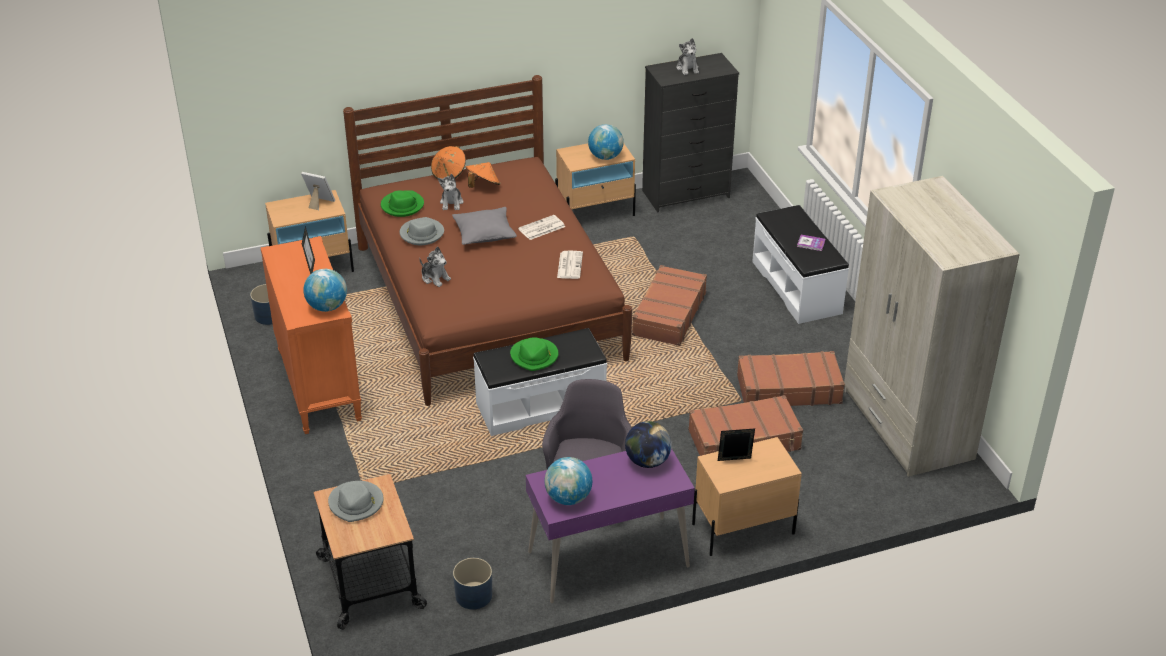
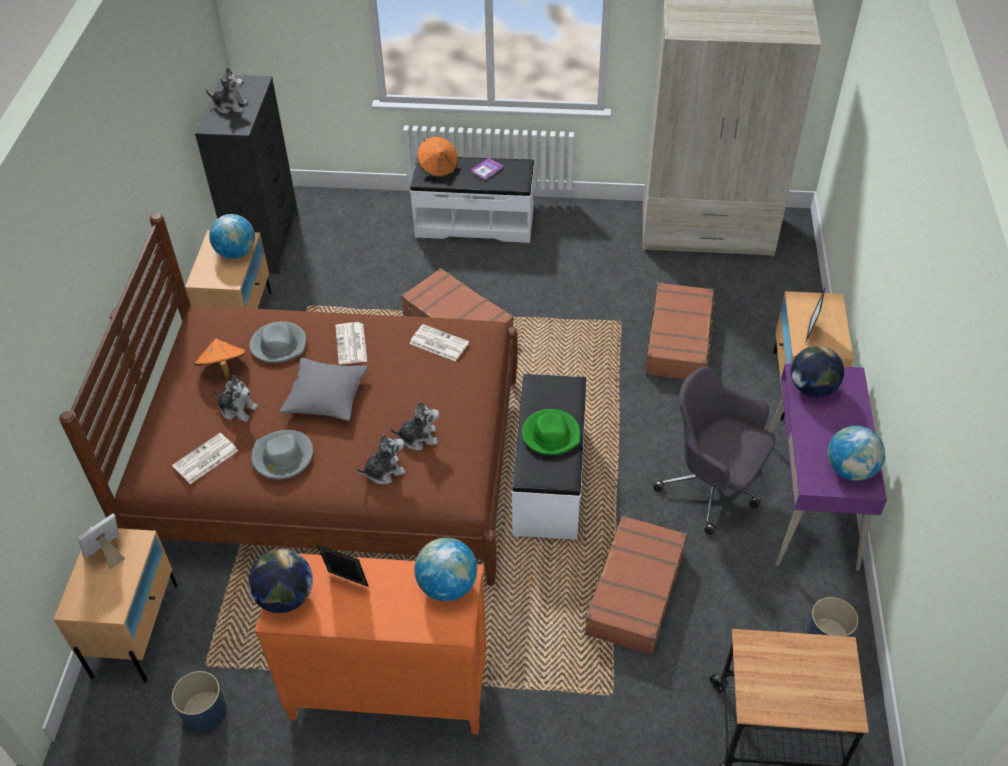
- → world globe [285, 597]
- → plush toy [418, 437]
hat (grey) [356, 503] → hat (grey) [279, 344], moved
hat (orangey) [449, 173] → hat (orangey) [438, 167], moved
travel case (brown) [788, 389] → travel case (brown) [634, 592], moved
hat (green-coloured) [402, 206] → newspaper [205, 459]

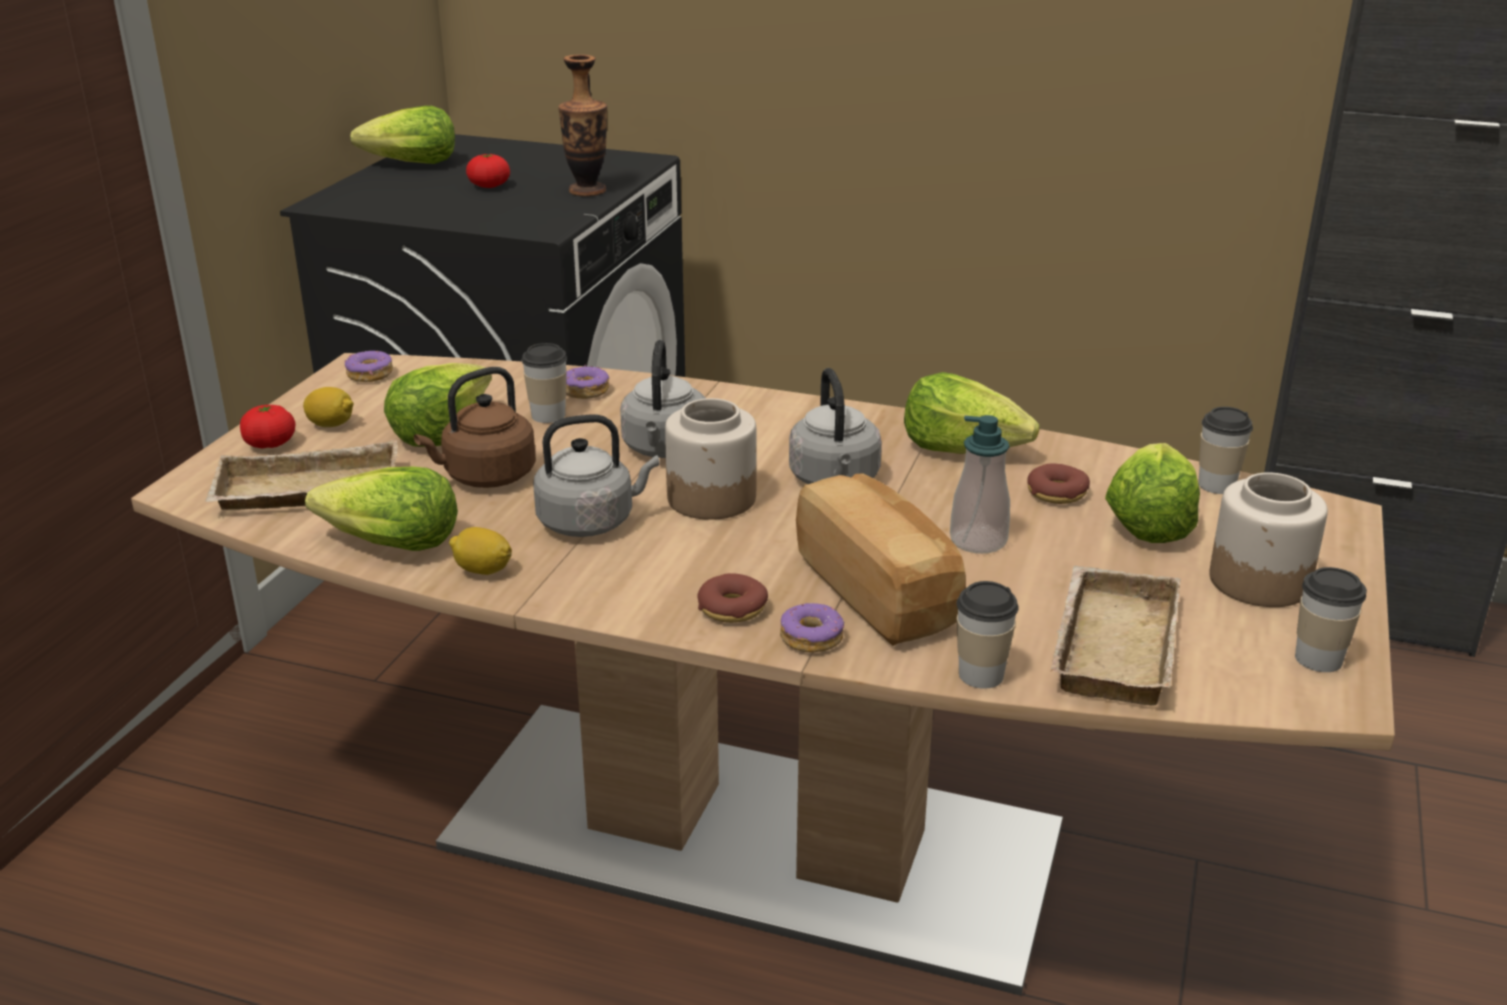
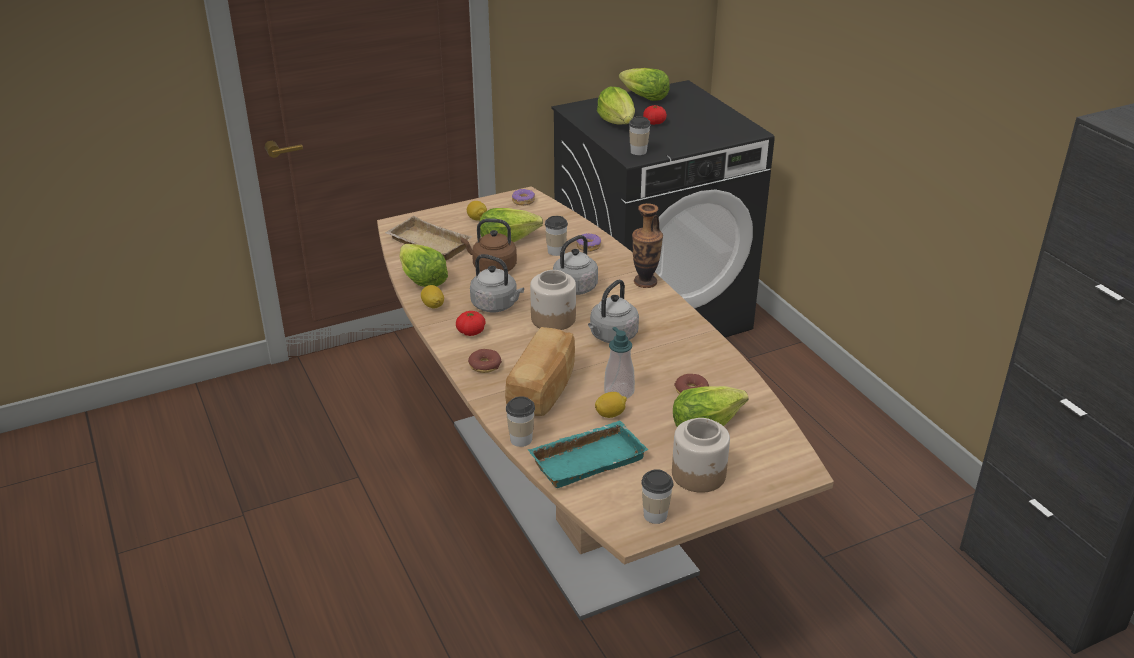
doughnut [811, 638] → -
- → citrus fruit [610, 414]
fresh tomato [270, 444] → fresh tomato [471, 332], moved
flower vase [587, 191] → flower vase [645, 282], moved
lettuce head [963, 448] → lettuce head [618, 122], moved
small cup [1216, 485] → small cup [638, 151], moved
carrying tray (beige) [1109, 644] → carrying tray (turquoise) [587, 458]

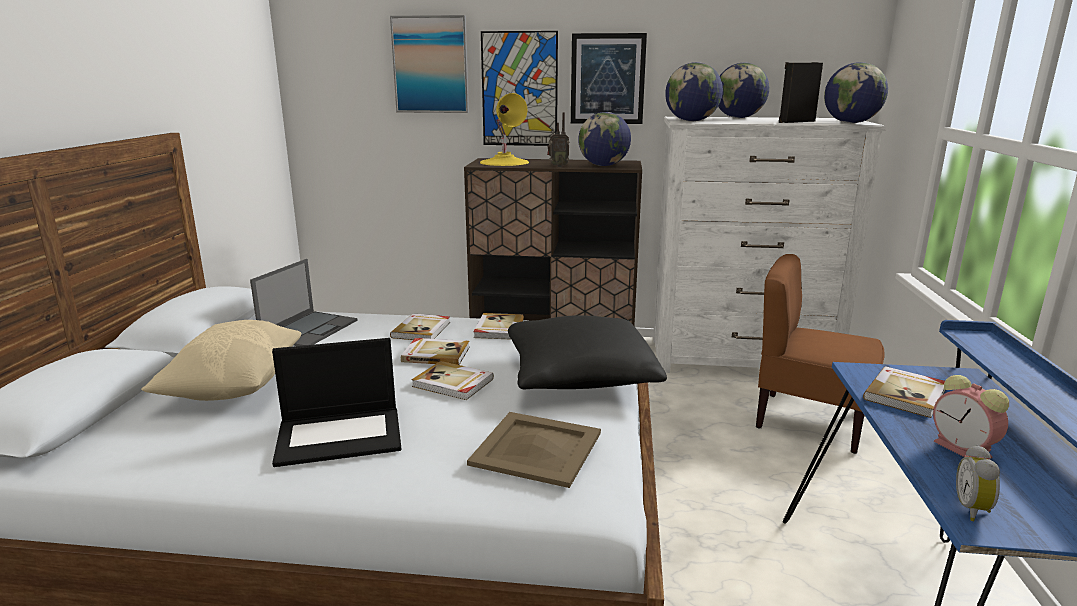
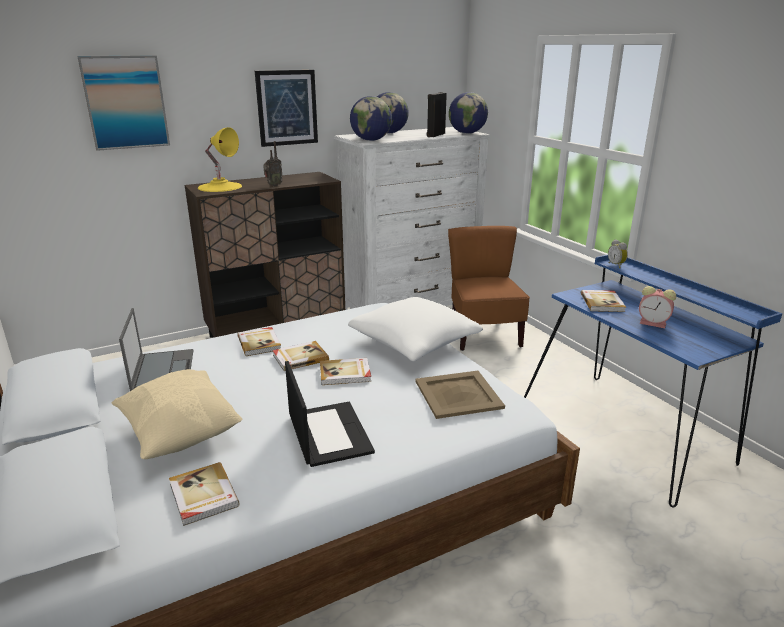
wall art [519, 89] → -
world globe [603, 165] → -
book [498, 329] → book [202, 496], moved
bedside clock [974, 510] → bedside clock [616, 265], moved
cushion (black) [580, 375] → cushion (white) [414, 343]
portable computer [341, 435] → portable computer [328, 433], 60 degrees counterclockwise
upright chair (brown) [809, 421] → upright chair (brown) [483, 335], 90 degrees clockwise

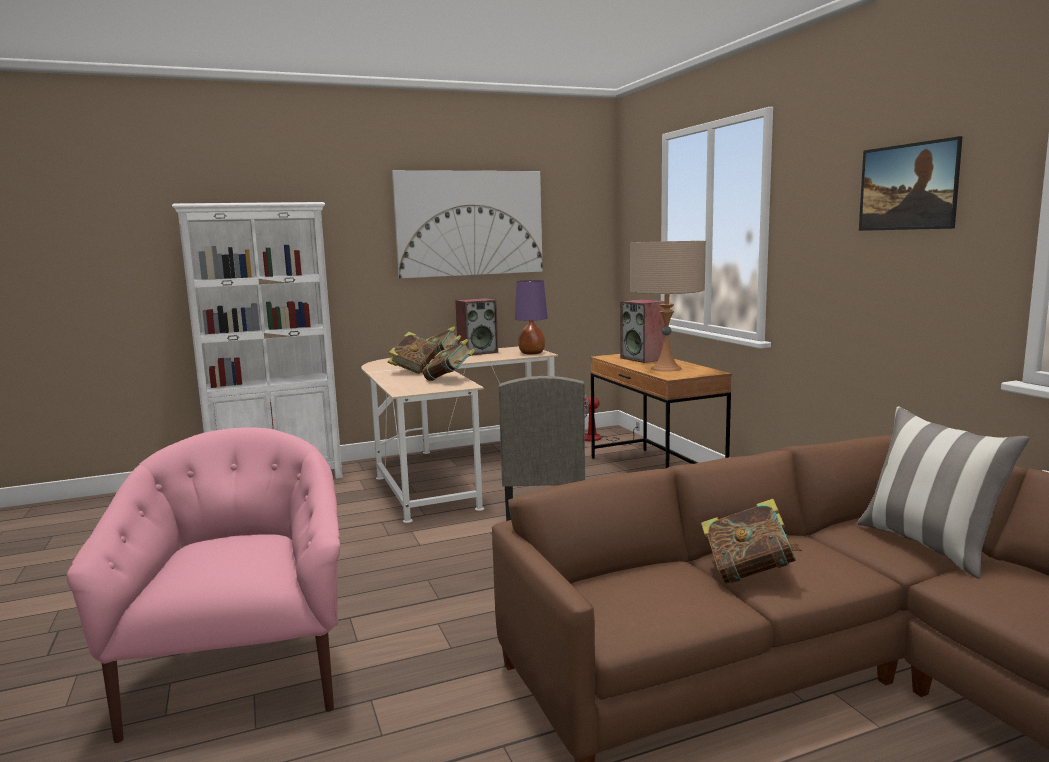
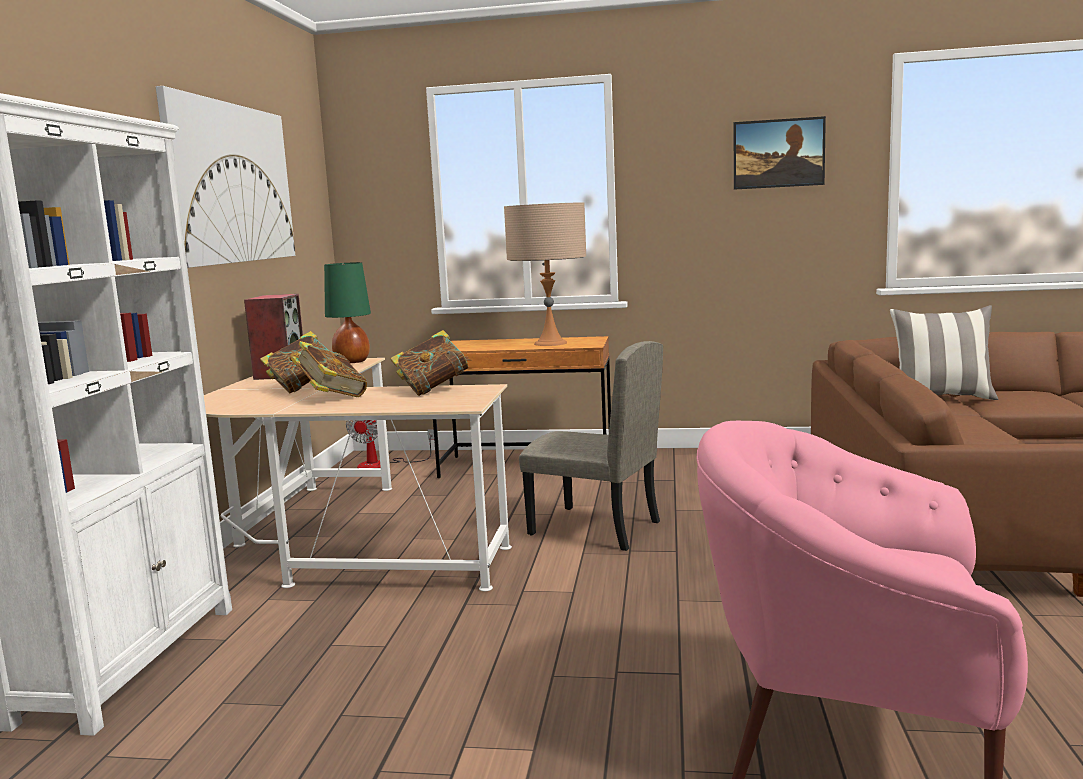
audio speaker [643, 359] → -
book [748, 573] → -
lamp for a table (purple-coloured) [531, 353] → lamp for a table (green-coloured) [352, 362]

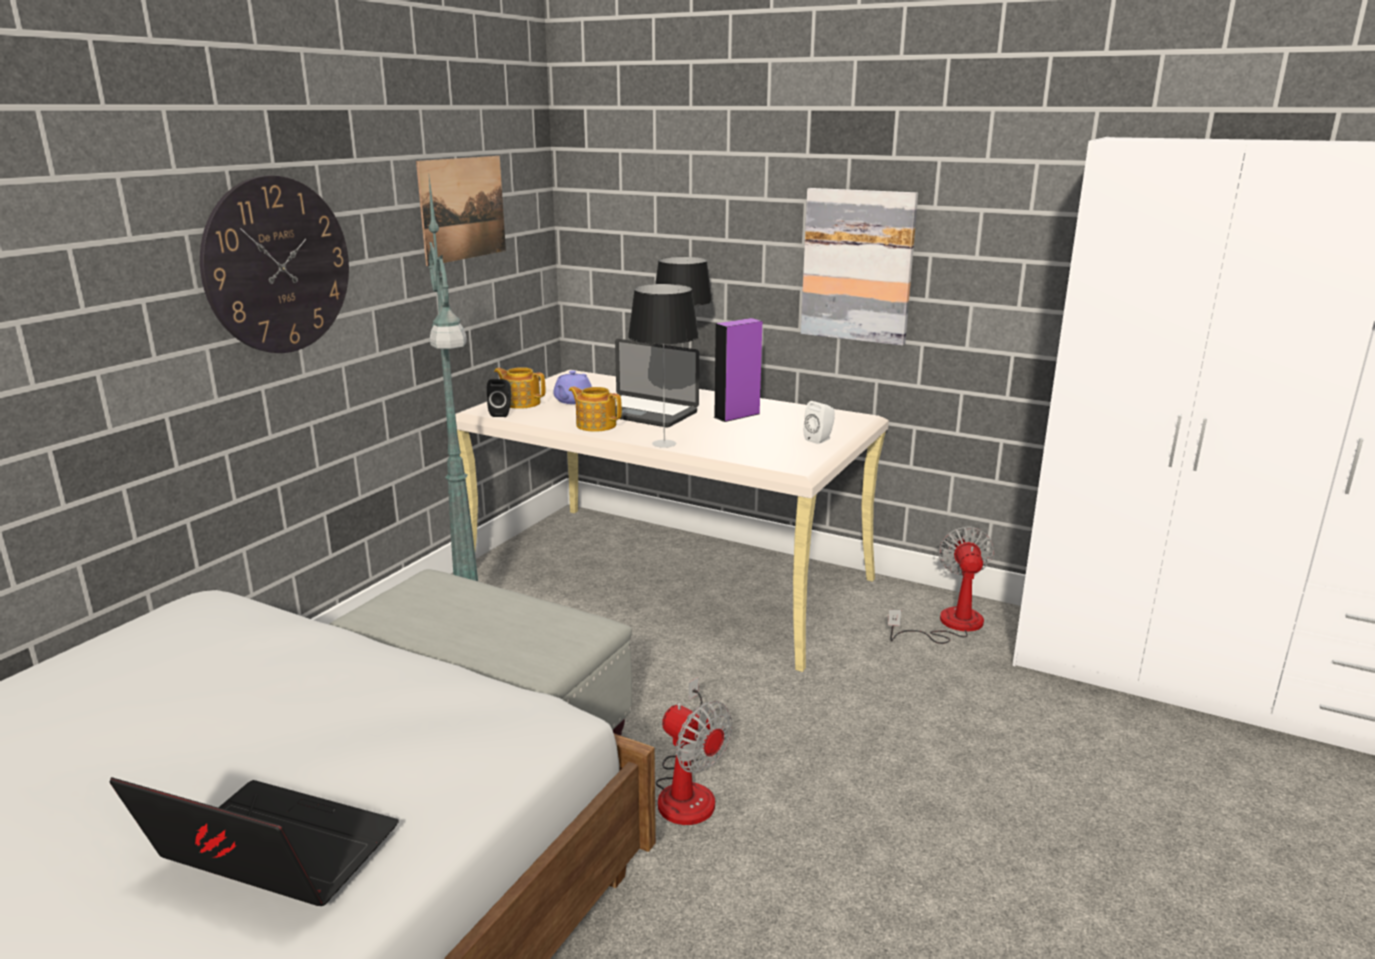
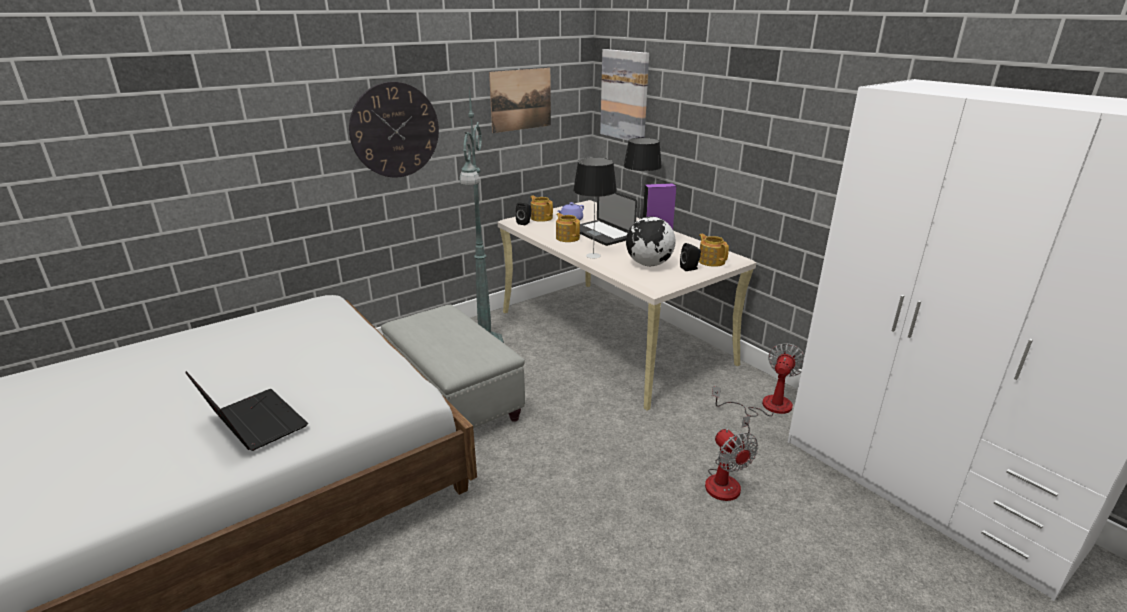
- → world globe [649, 264]
- → pot for tea [711, 261]
fan [688, 789] → fan [726, 480], moved
wall art [858, 266] → wall art [625, 95], moved
audio speaker (white) [820, 439] → audio speaker (black) [690, 268]

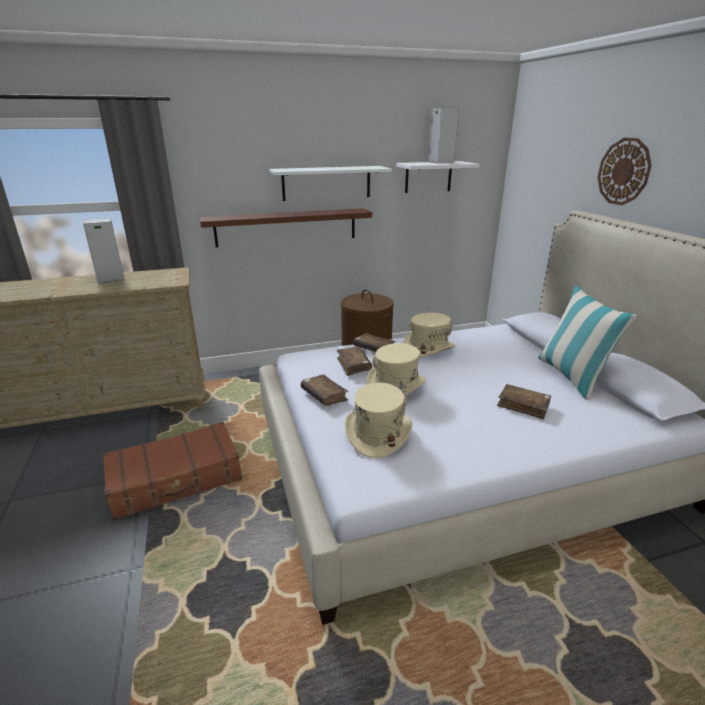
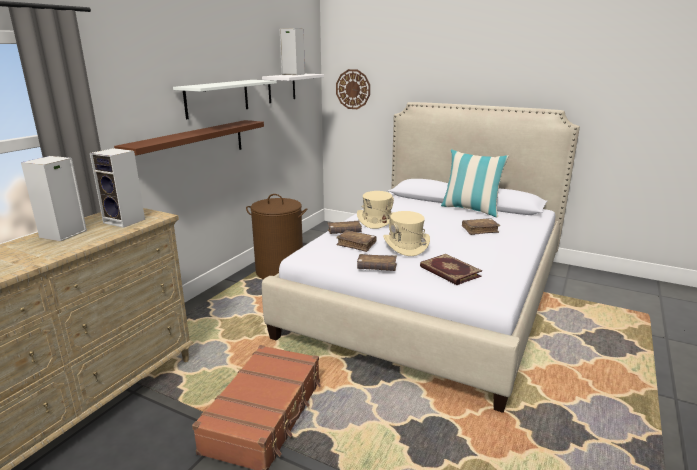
- → audio speaker [126, 221]
clock on the wall [624, 171] → clock on the wall [353, 89], moved
hat (beige) [377, 434] → book [449, 272]

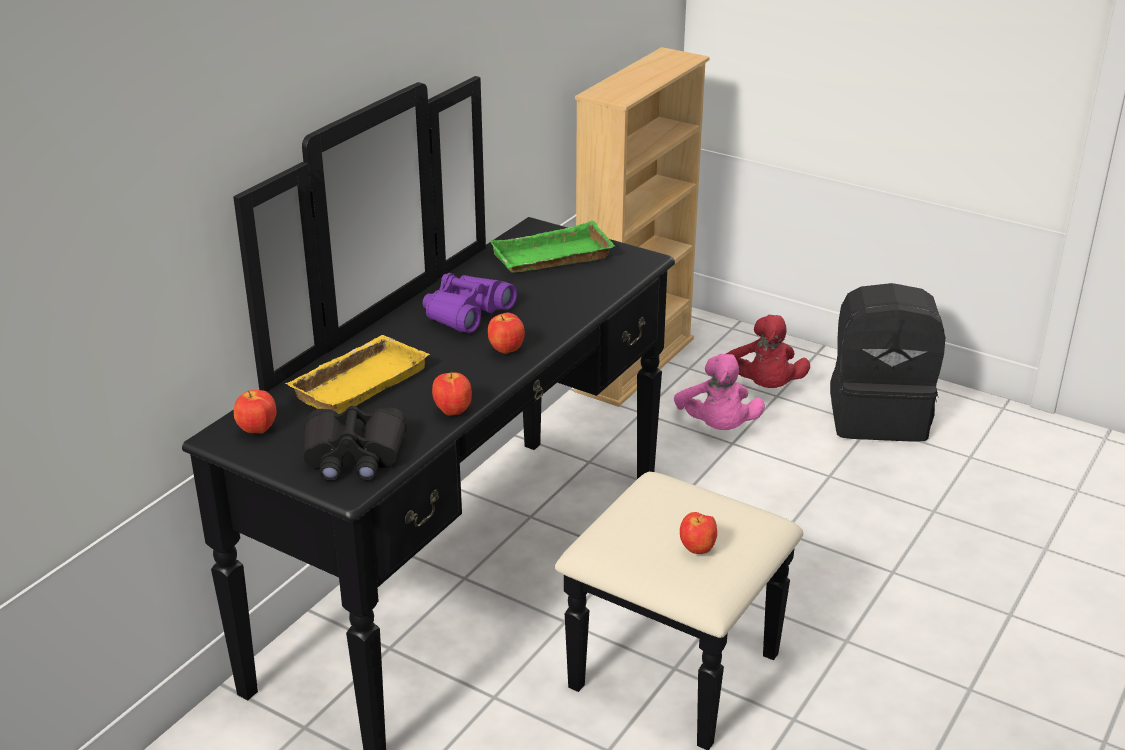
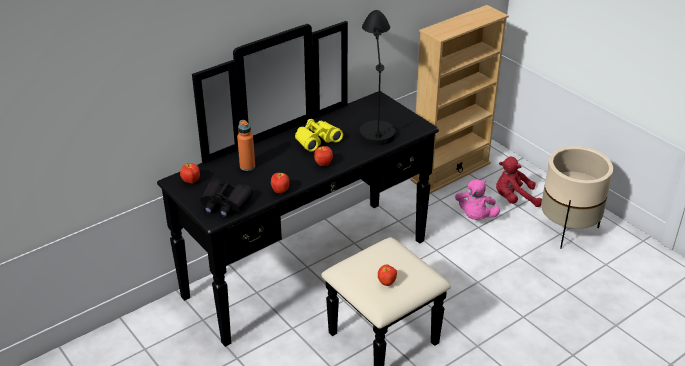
carrying tray (yellow-coloured) [358, 382] → beverage bottle (orangey) [247, 166]
carrying tray (green-coloured) [551, 259] → lamp for a table (black) [375, 117]
backpack (black) [878, 416] → planter (beige) [568, 229]
binoculars (purple-coloured) [466, 313] → binoculars (yellow-coloured) [316, 140]
plush toy (red) [764, 386] → plush toy (red) [514, 199], 75 degrees clockwise

